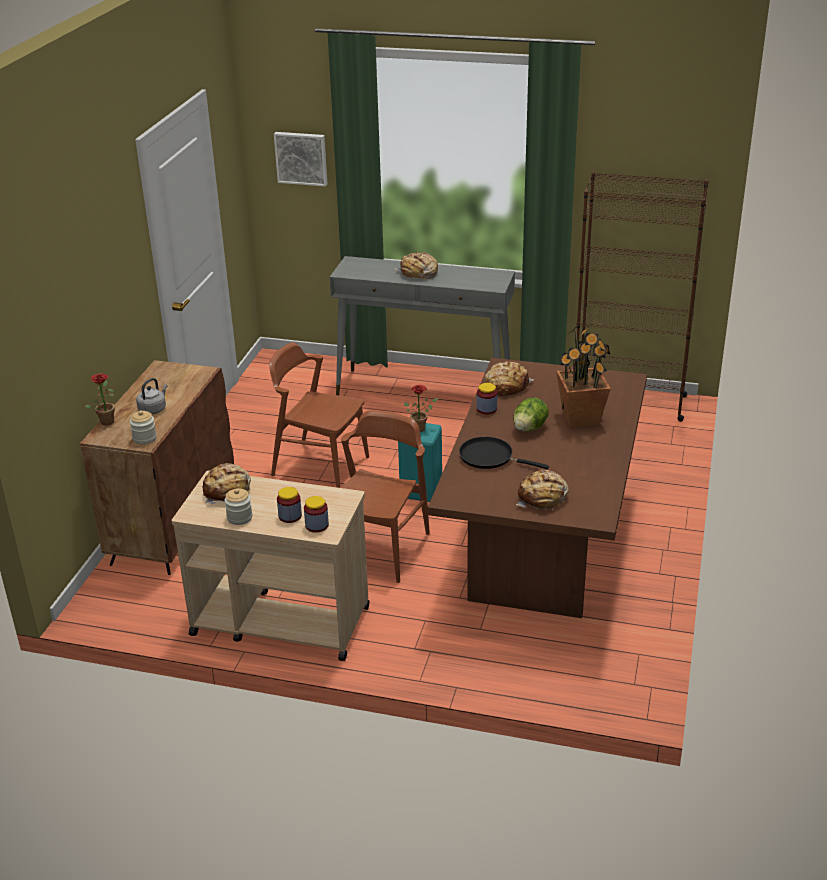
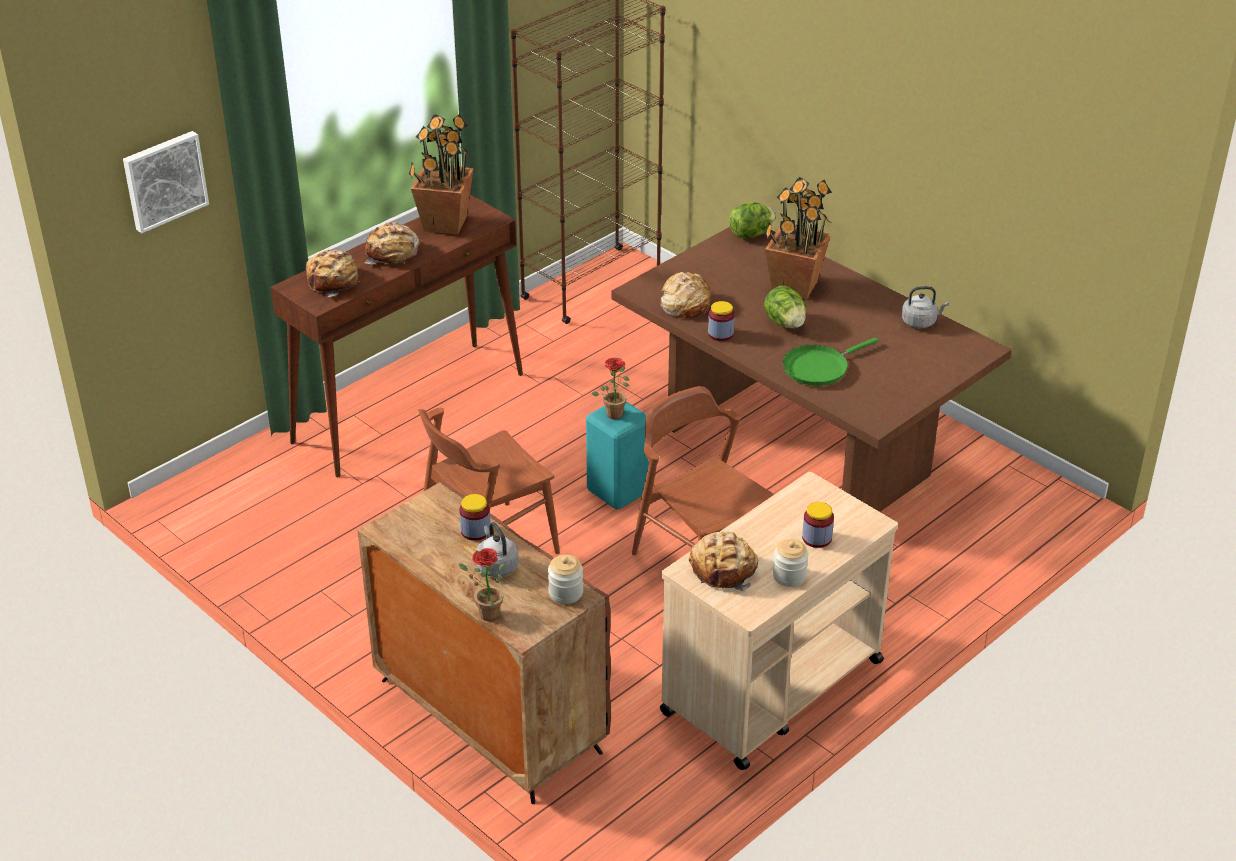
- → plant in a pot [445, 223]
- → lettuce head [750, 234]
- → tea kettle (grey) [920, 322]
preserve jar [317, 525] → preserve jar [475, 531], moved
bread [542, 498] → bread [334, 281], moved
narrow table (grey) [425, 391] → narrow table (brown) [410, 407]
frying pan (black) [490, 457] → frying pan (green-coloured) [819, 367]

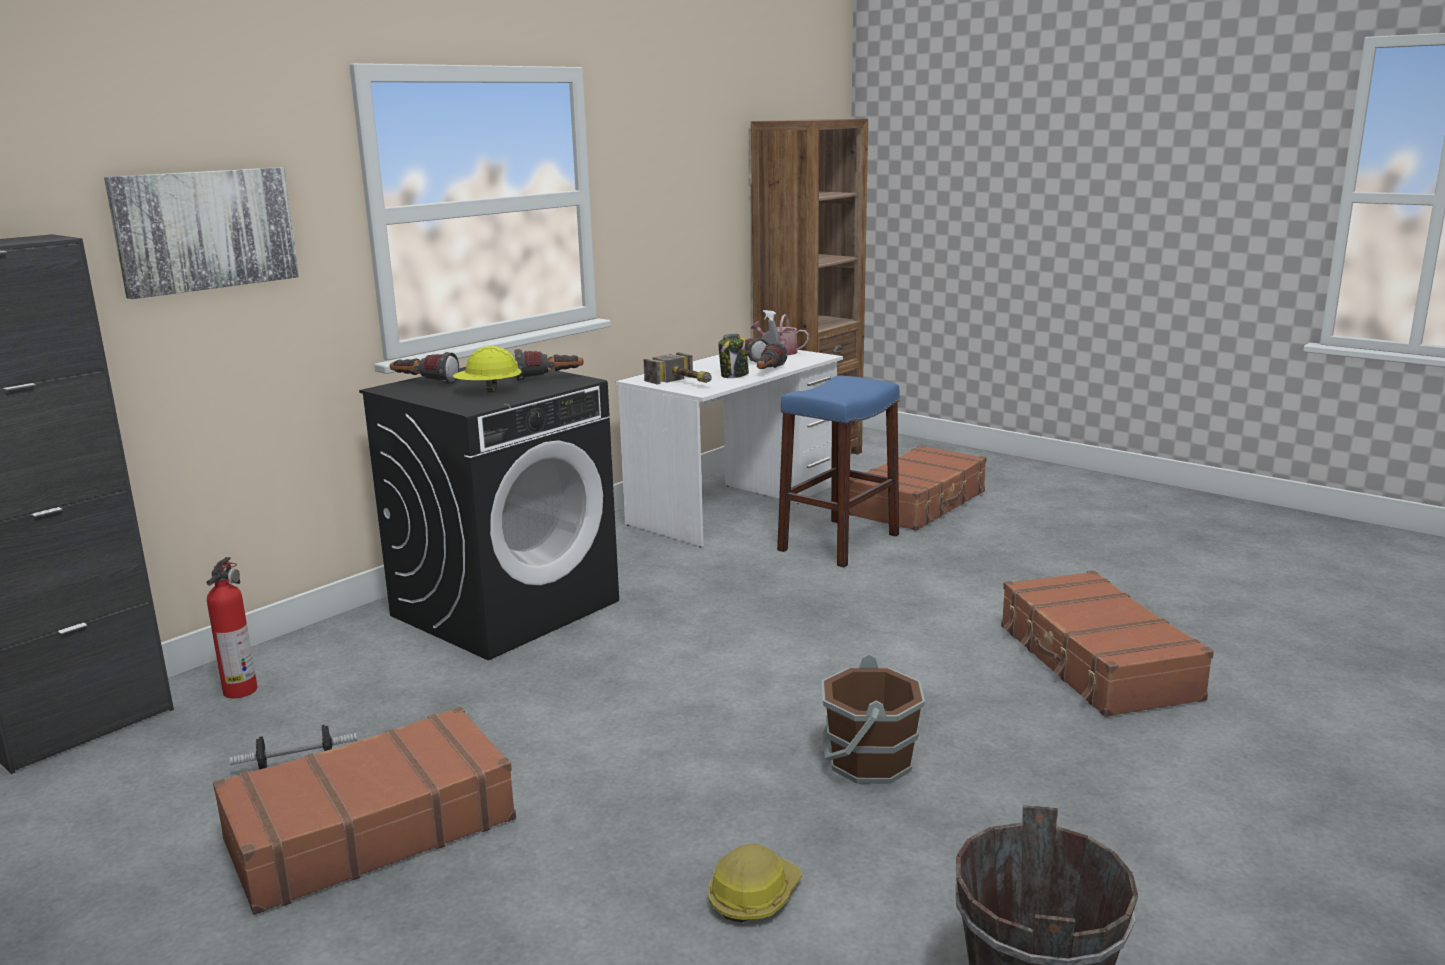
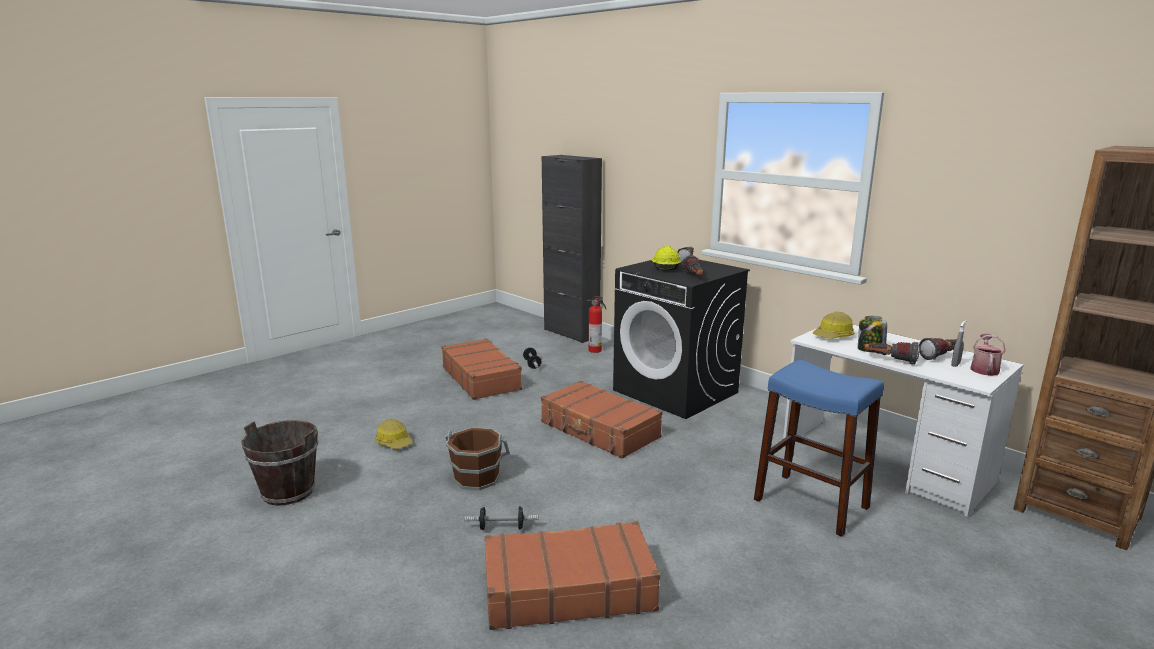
wall art [205, 230] → -
- → dumbbell [502, 527]
travel case (brown) [919, 504] → travel case (brown) [599, 430], moved
hand hammer [686, 383] → work helmet [833, 336]

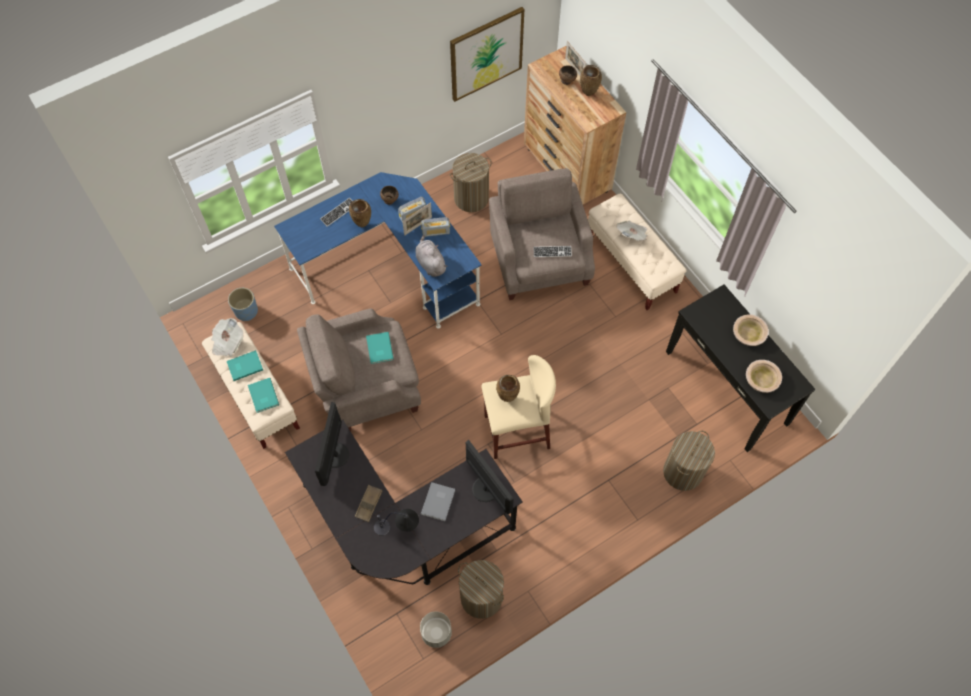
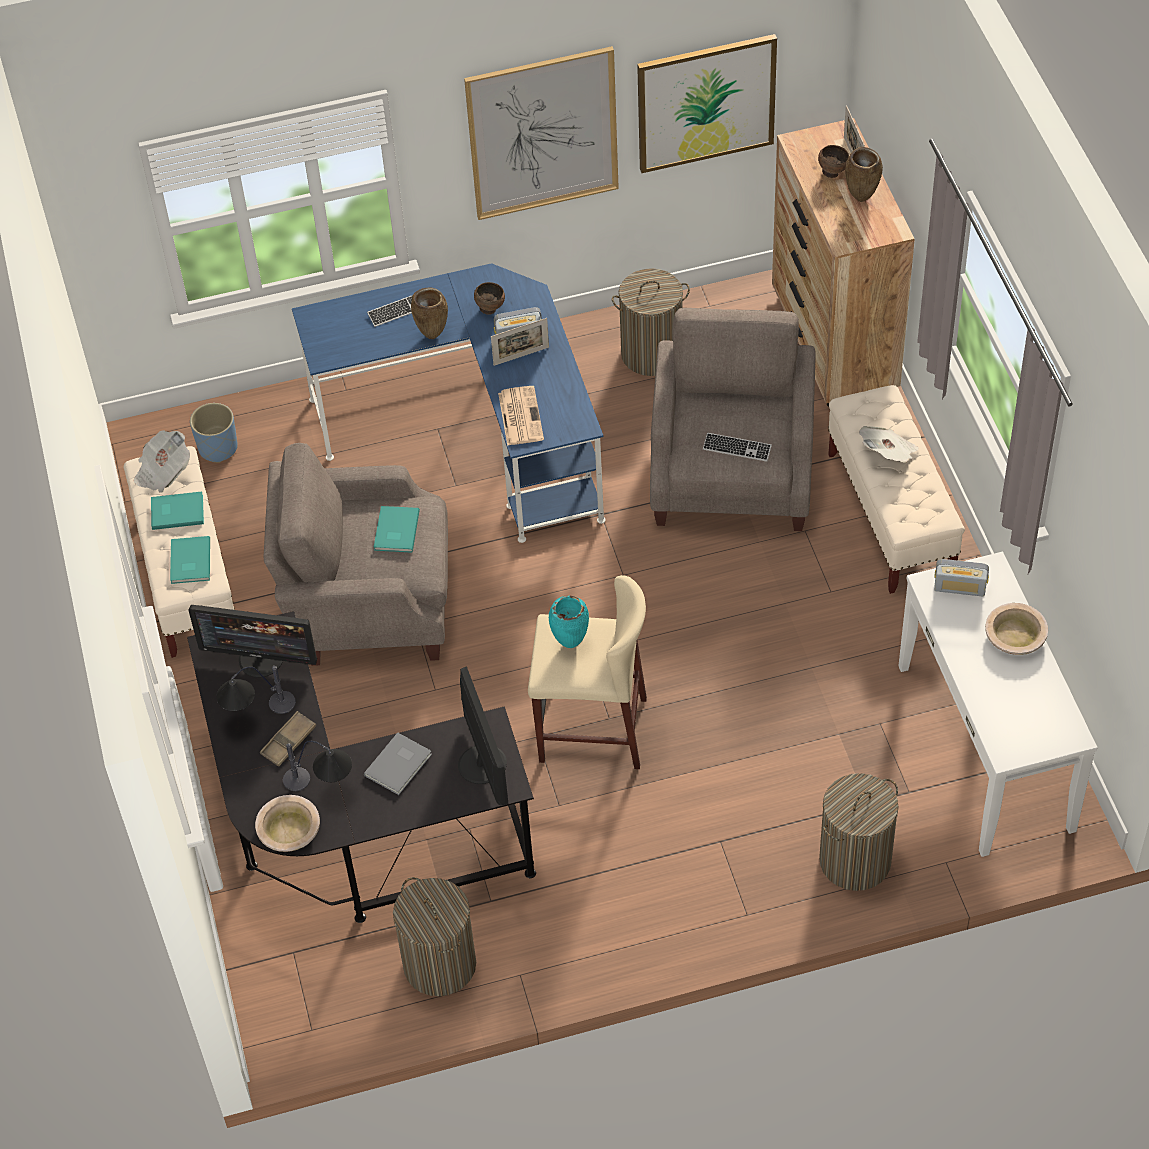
planter (grey) [436, 633] → -
- → lamp for a table [257, 715]
- → wall art [543, 133]
radio set [436, 232] → radio set [959, 588], moved
serving bowl (beige) [762, 379] → serving bowl (beige) [289, 829], moved
plush toy (grey) [430, 263] → newspaper [520, 415]
flower vase (brown) [507, 397] → flower vase (turquoise) [570, 643]
narrow table (black) [727, 387] → narrow table (white) [986, 746]
monitor [334, 455] → monitor [261, 659], 105 degrees counterclockwise

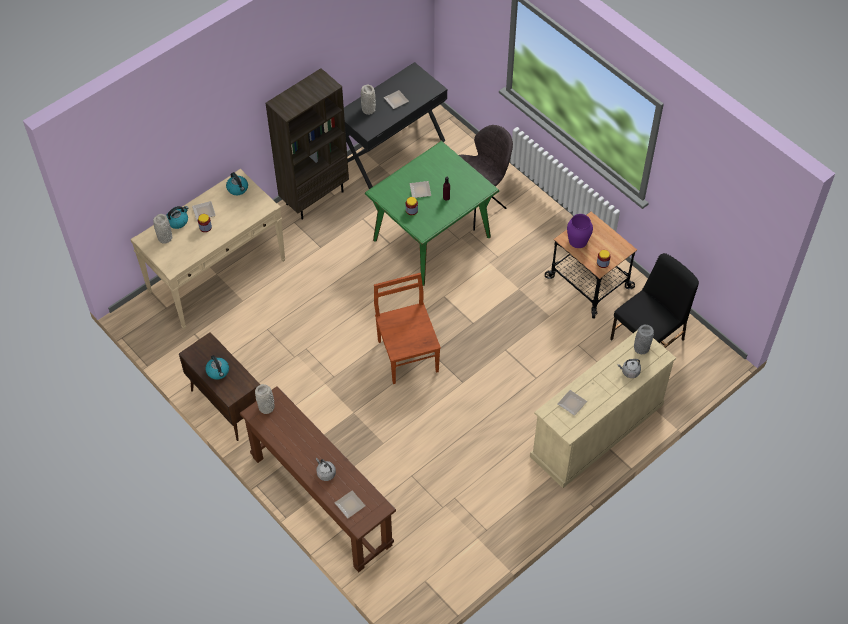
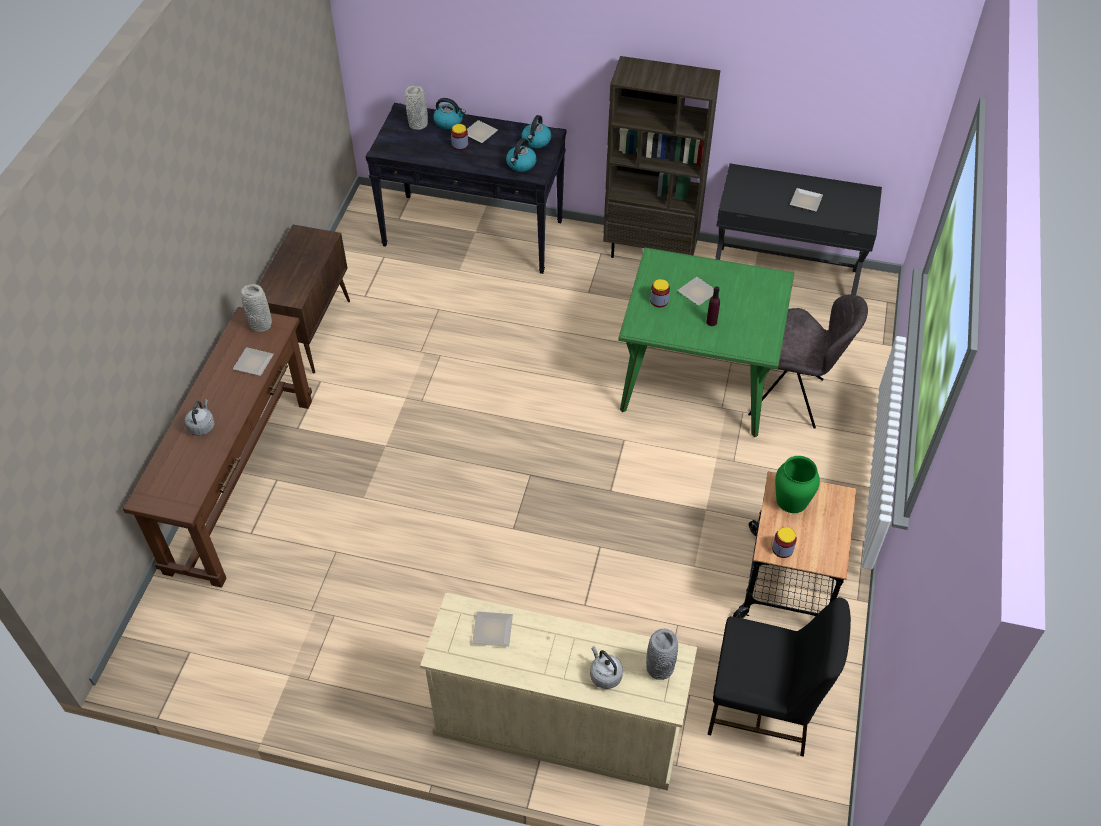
flower vase (grey) [368, 110] → -
upright chair (brown) [407, 354] → -
tea kettle [218, 371] → tea kettle [521, 164], moved
flat dish [349, 506] → flat dish [252, 364], moved
narrow table (beige) [217, 275] → narrow table (black) [474, 233]
flower vase (purple-coloured) [578, 240] → flower vase (green-coloured) [792, 500]

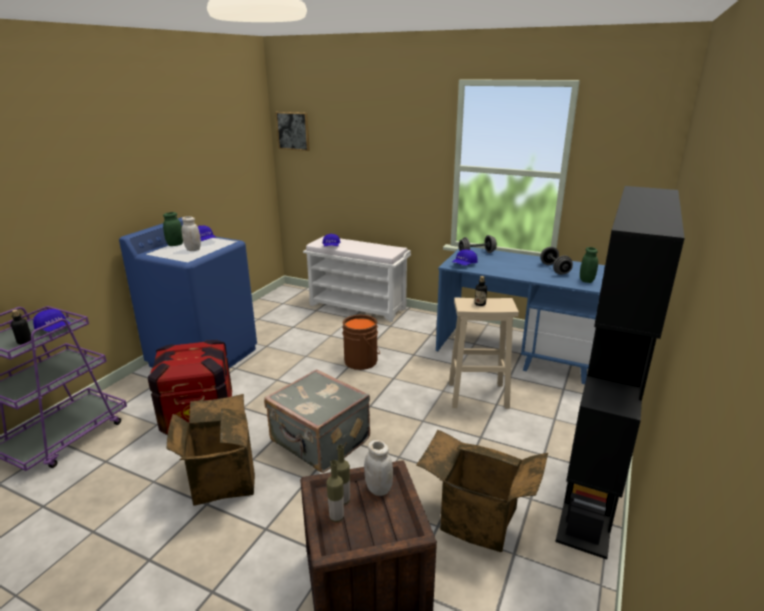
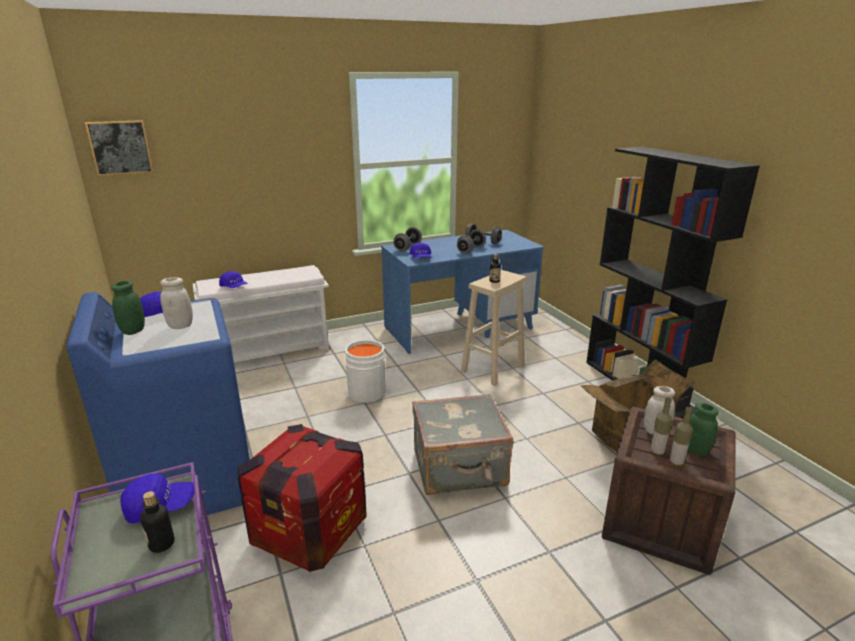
cardboard box [220, 480] → -
- → dumbbell (grey) [471, 250]
preserve jar (green-coloured) [586, 280] → preserve jar (green-coloured) [696, 450], moved
water bucket (brown) [362, 361] → water bucket (white) [368, 392]

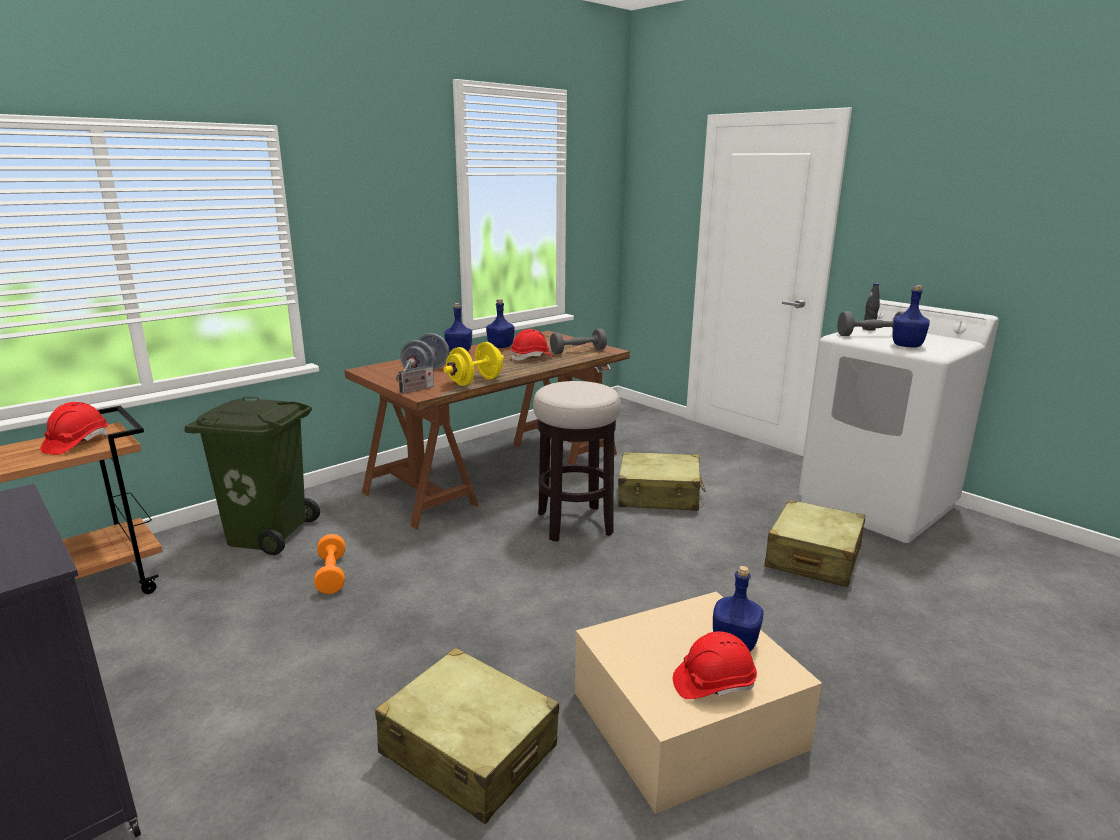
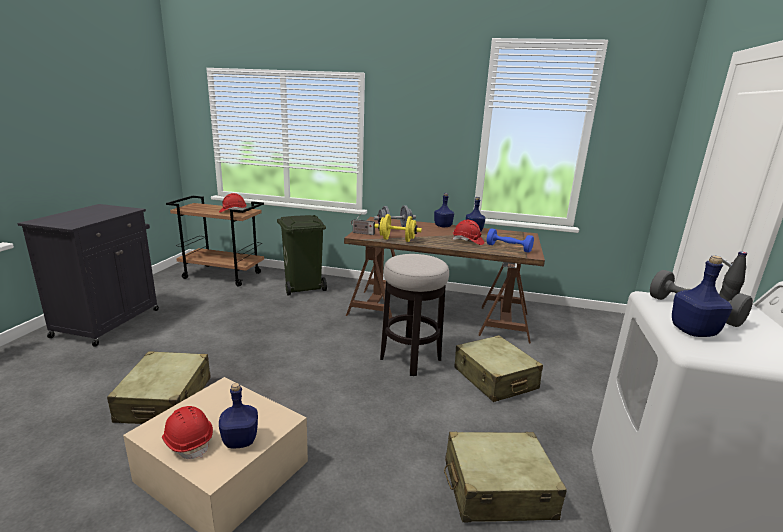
dumbbell (orangey) [331, 575] → -
dumbbell (grey) [578, 351] → dumbbell (bluish) [508, 248]

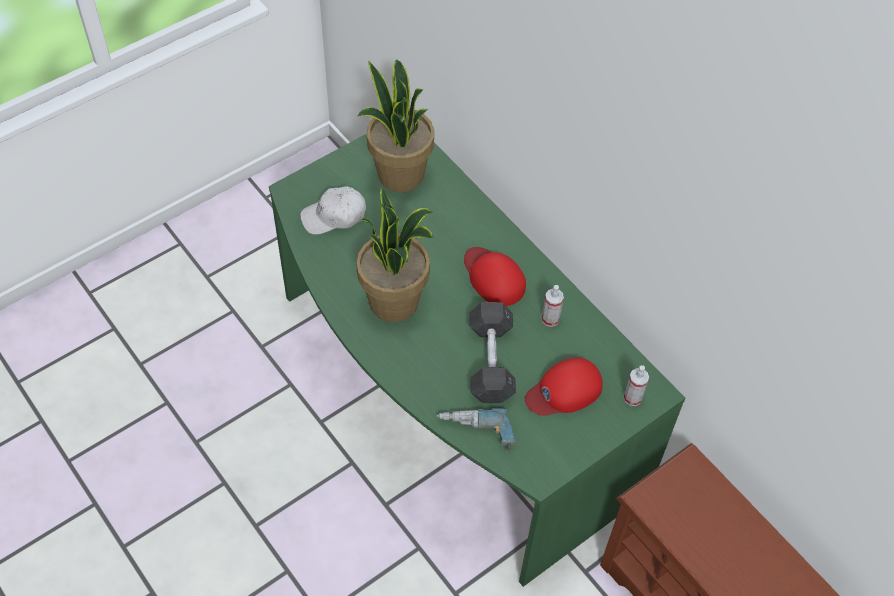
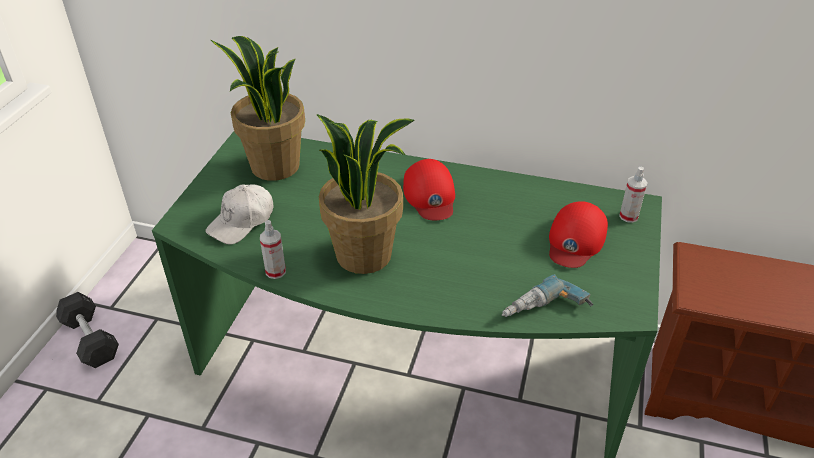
dumbbell (grey) [490, 361] → dumbbell (grey) [90, 339], moved
hand sprayer [550, 319] → hand sprayer [275, 271], moved
cap (red) [493, 277] → cap (red) [430, 195], 120 degrees counterclockwise

